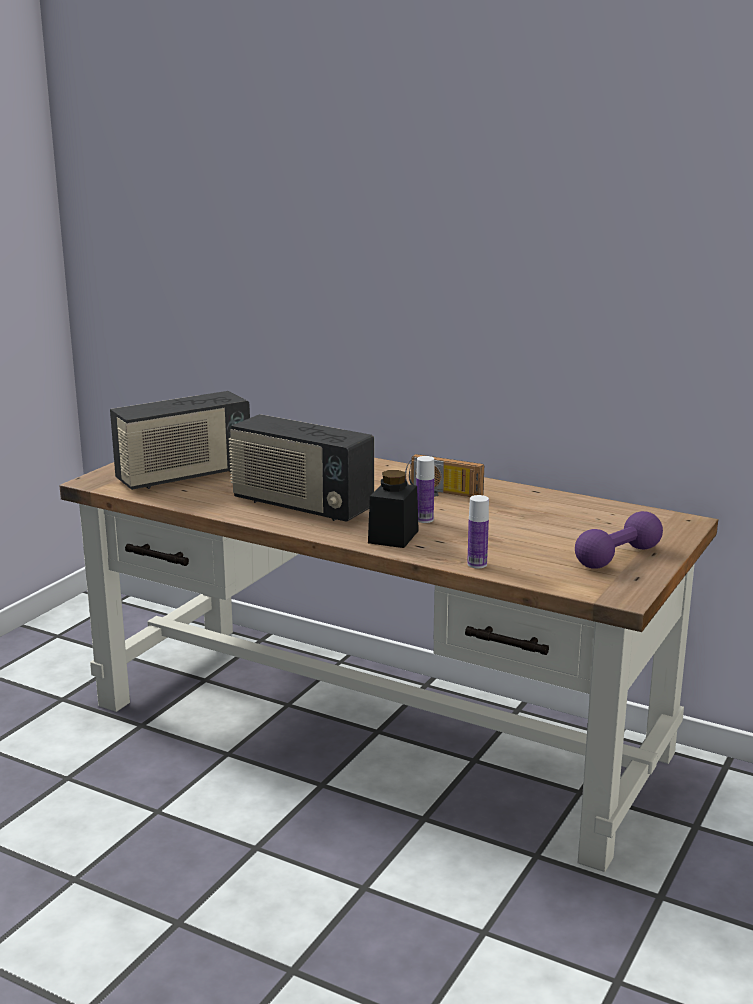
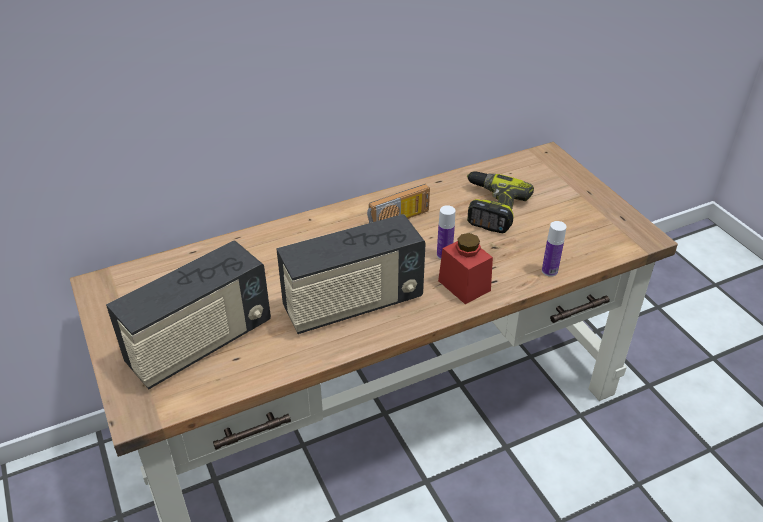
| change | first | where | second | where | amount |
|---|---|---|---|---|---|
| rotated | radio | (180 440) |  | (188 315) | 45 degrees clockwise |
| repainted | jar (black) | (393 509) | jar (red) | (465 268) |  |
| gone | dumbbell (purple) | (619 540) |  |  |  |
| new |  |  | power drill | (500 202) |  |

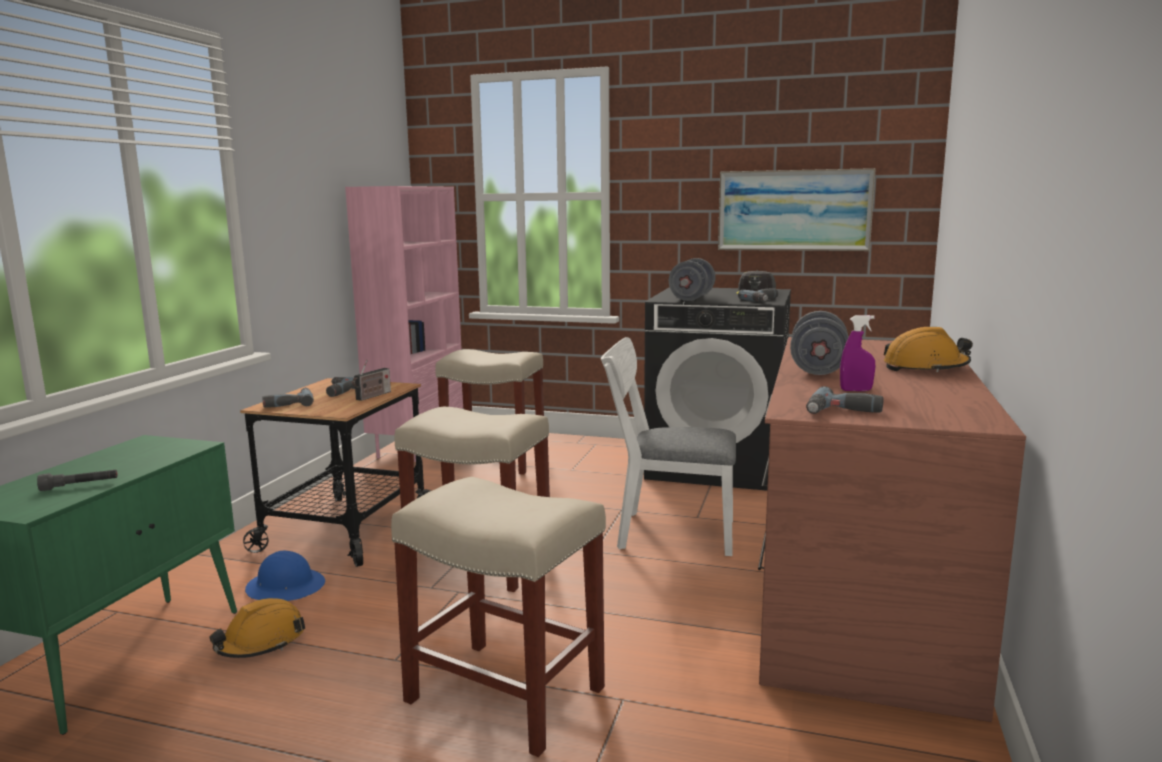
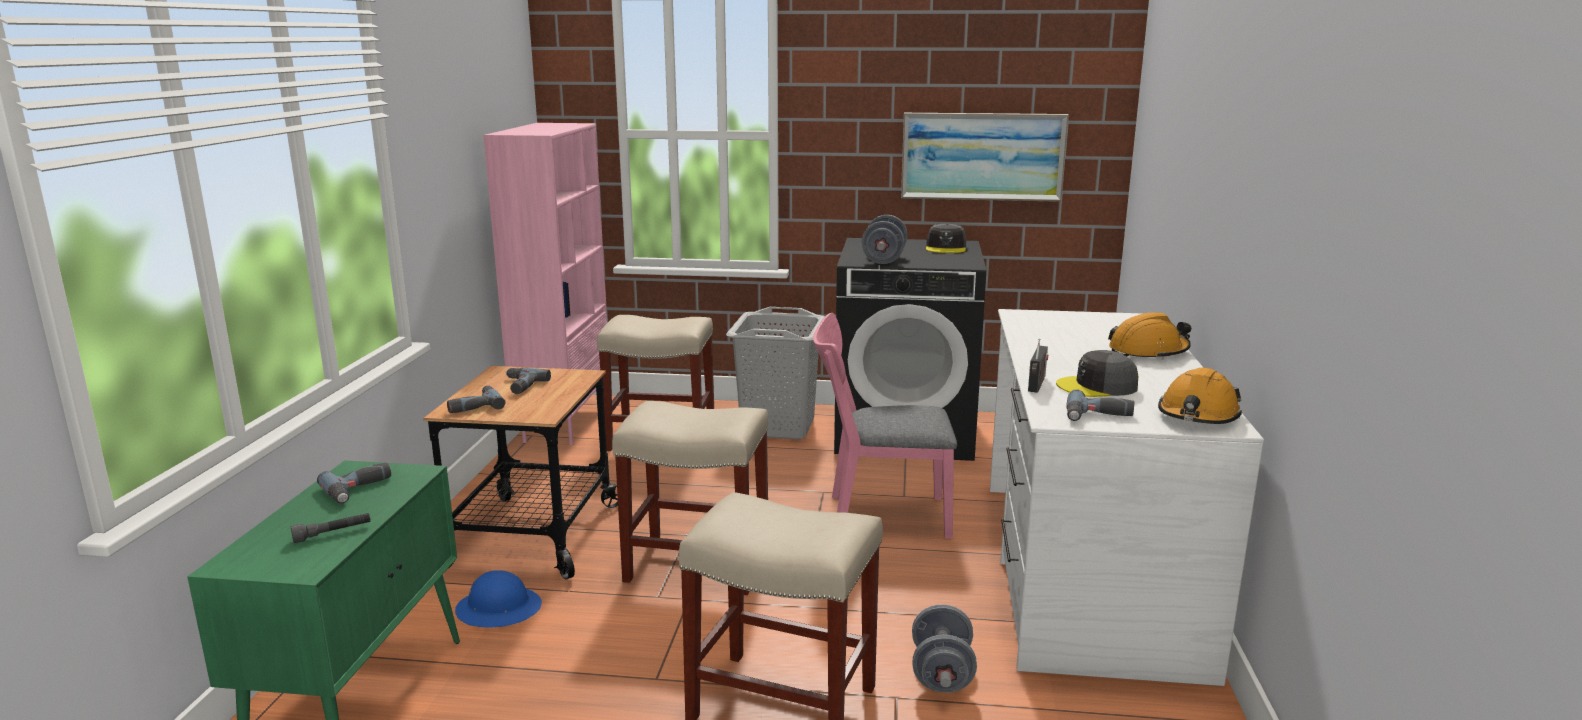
| change | first | where | second | where | amount |
|---|---|---|---|---|---|
| shifted | hard hat (orange) | (257 628) |  | (1200 396) |  |
| shifted | radio | (372 380) |  | (1038 366) |  |
| repainted | chair (white) | (668 446) | chair (pink) | (885 426) |  |
| shifted | power drill | (758 295) |  | (354 483) |  |
| repainted | desk (brown) | (892 529) | desk (white) | (1127 497) |  |
| shifted | dumbbell (grey) | (819 343) |  | (944 648) |  |
| swapped | spray bottle (purple) | (857 353) | cap (grey) | (1097 373) |  |
| new |  |  | laundry basket (grey) | (775 373) |  |

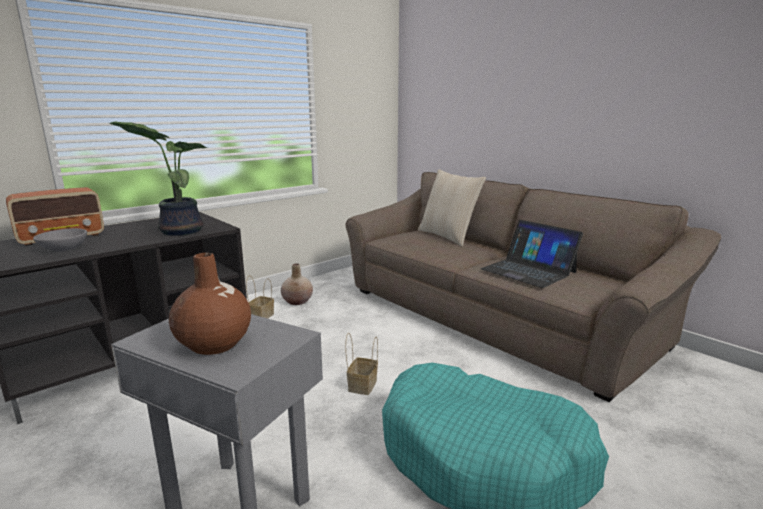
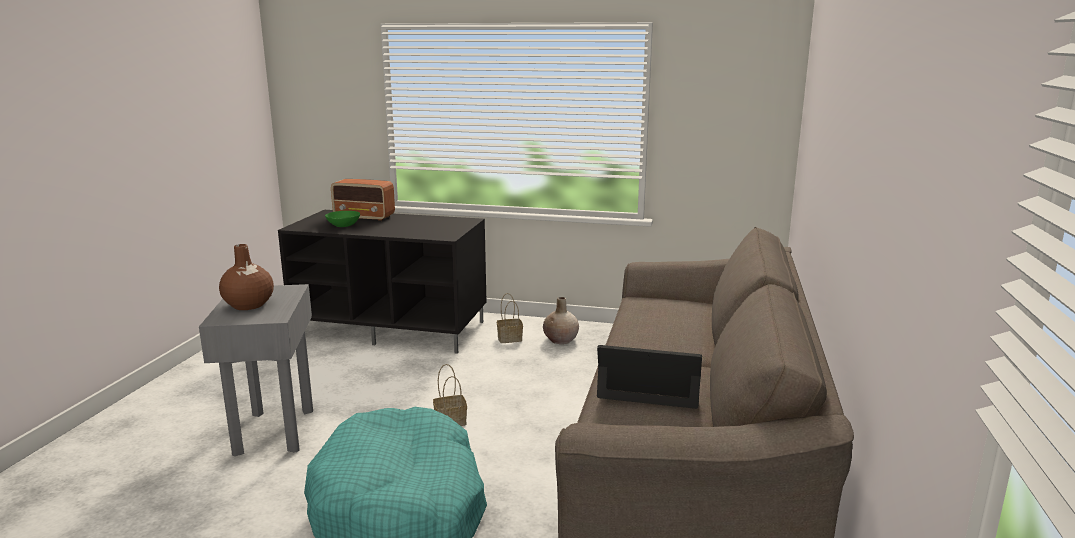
| change | first | where | second | where | amount |
|---|---|---|---|---|---|
| repainted | bowl (grey) | (60 240) | bowl (green) | (342 219) |  |
| gone | potted plant | (158 178) |  |  |  |
| gone | pillow (beige) | (452 208) |  |  |  |
| rotated | laptop | (532 254) |  | (649 377) | 90 degrees clockwise |

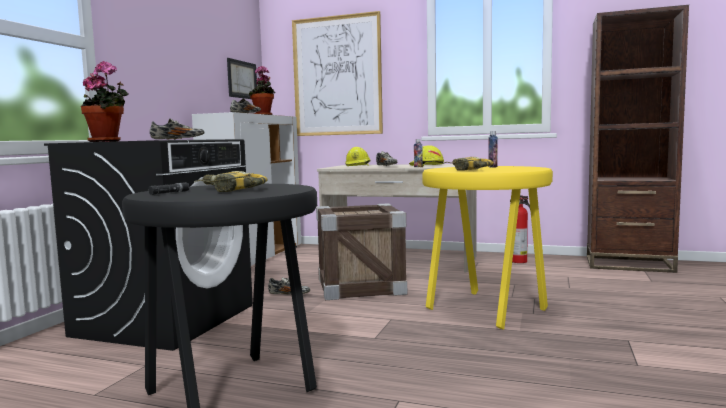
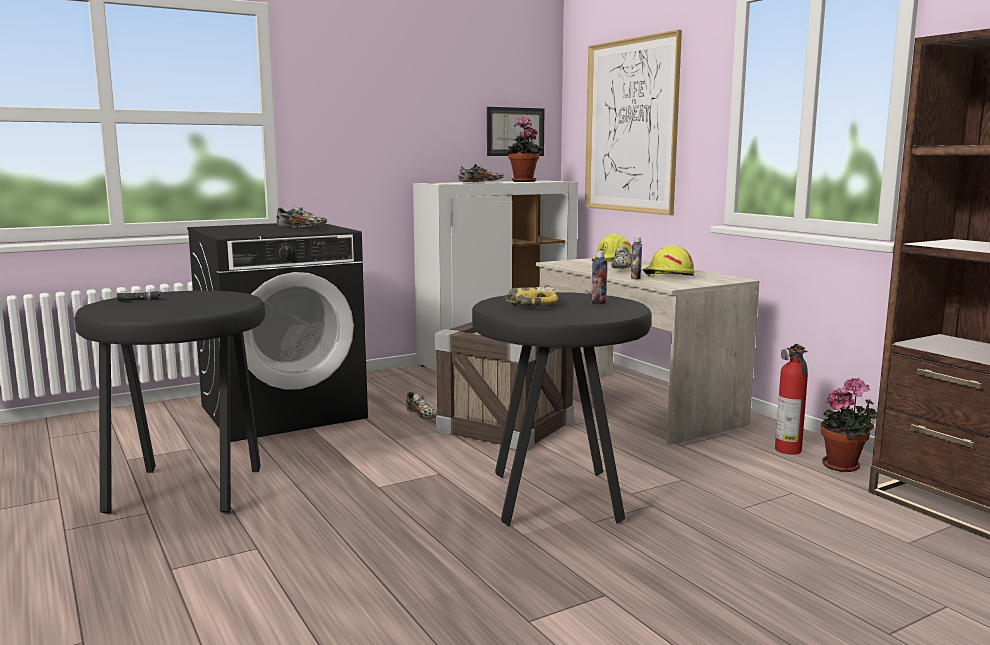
| change | first | where | second | where | amount |
|---|---|---|---|---|---|
| shifted | potted plant | (104 101) |  | (849 425) |  |
| gone | power drill | (231 181) |  |  |  |
| repainted | stool (yellow) | (487 248) | stool (black) | (562 409) |  |

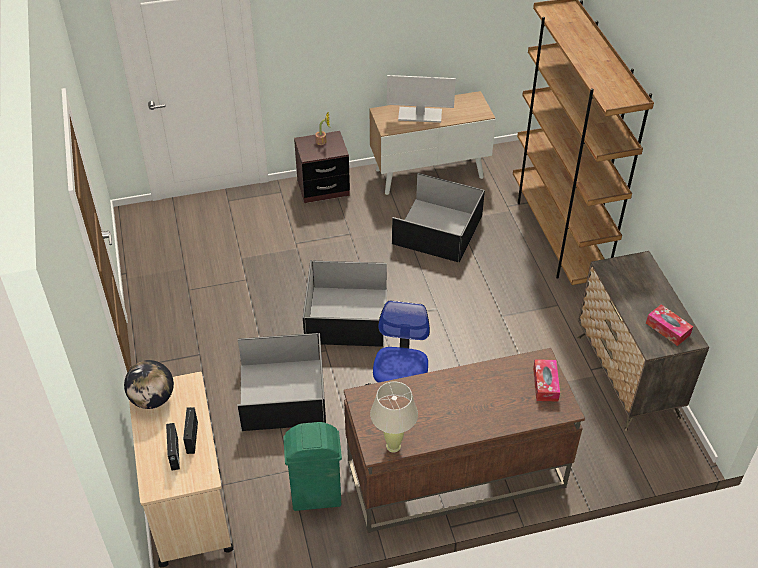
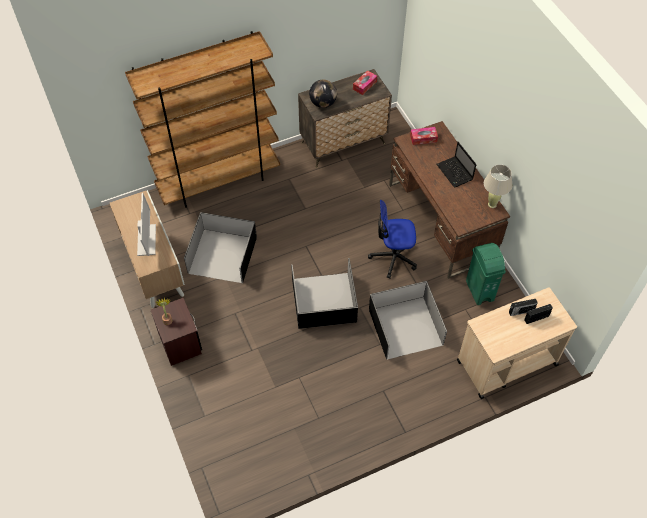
| change | first | where | second | where | amount |
|---|---|---|---|---|---|
| shifted | globe | (149 384) |  | (323 94) |  |
| new |  |  | laptop | (456 165) |  |

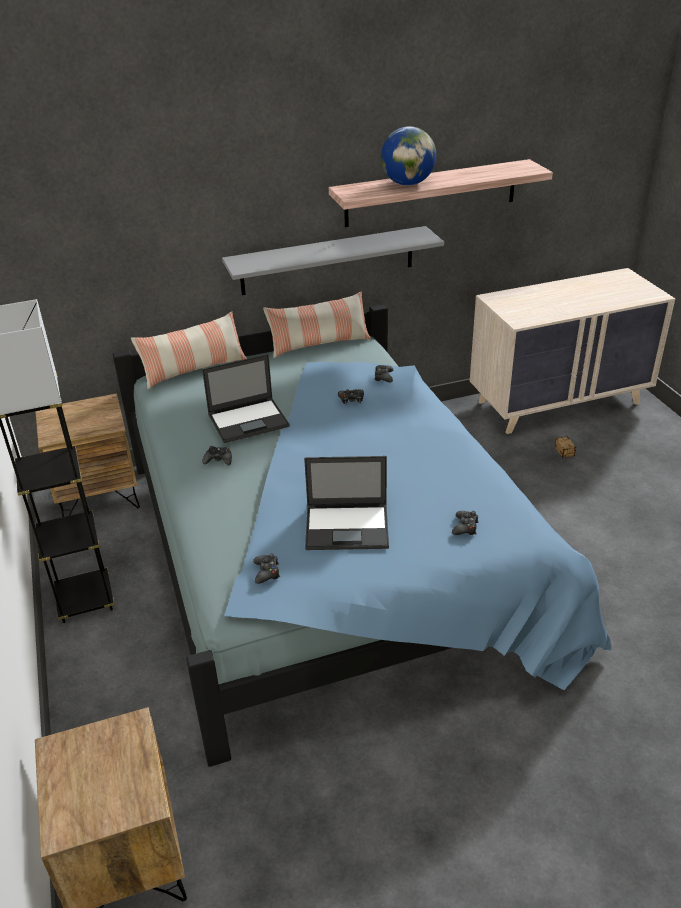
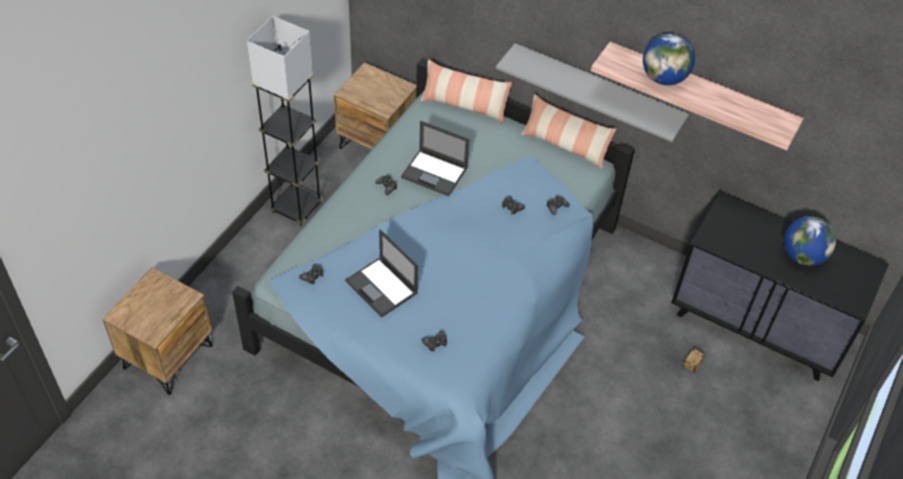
| change | first | where | second | where | amount |
|---|---|---|---|---|---|
| repainted | dresser (beige) | (572 351) | dresser (black) | (780 286) |  |
| new |  |  | globe | (810 241) |  |

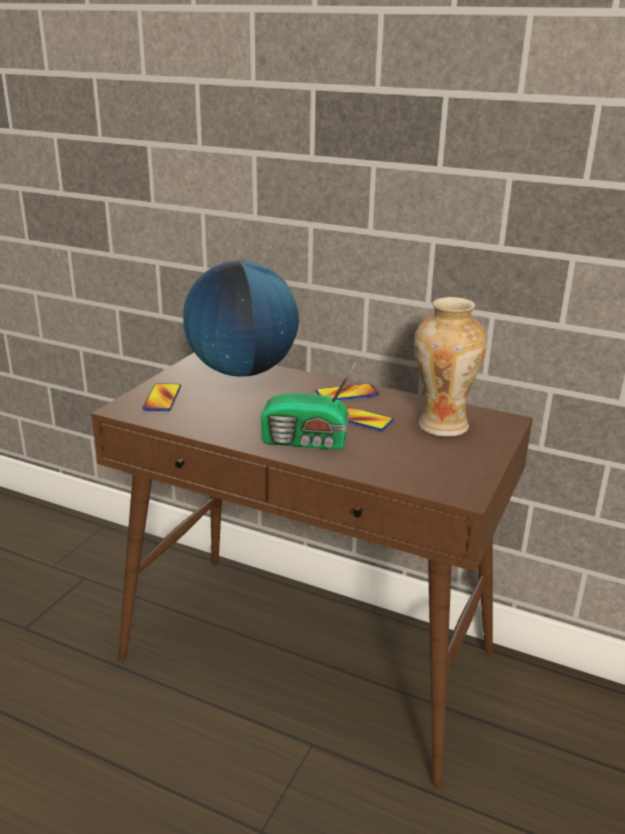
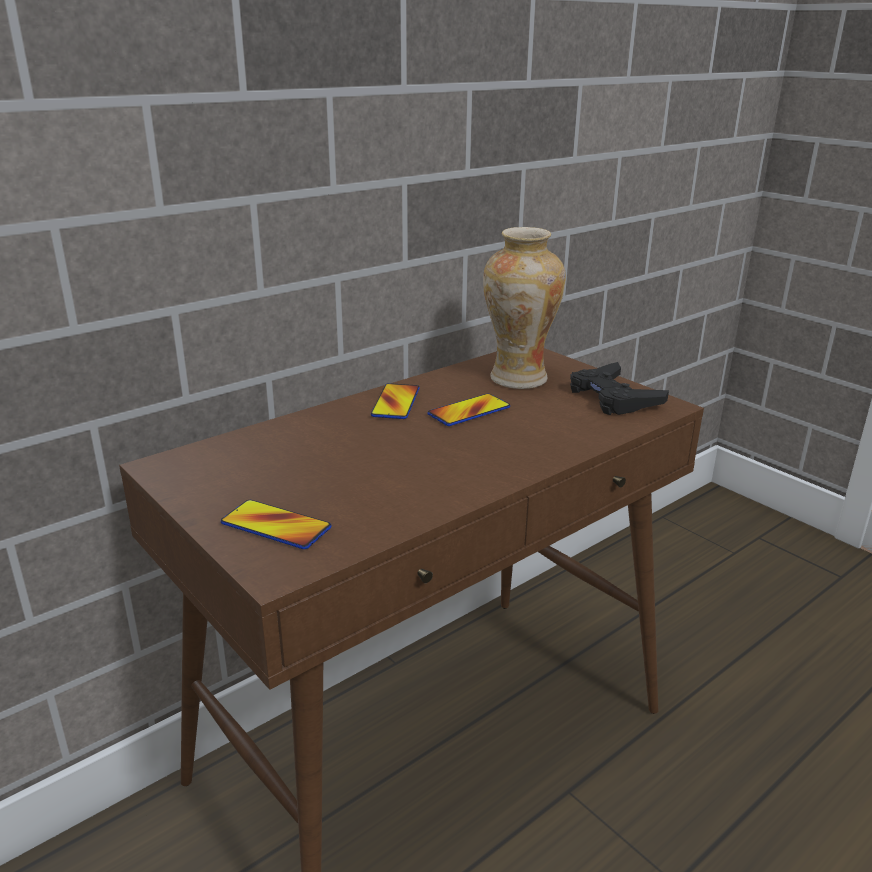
| change | first | where | second | where | amount |
|---|---|---|---|---|---|
| gone | globe | (241 318) |  |  |  |
| gone | radio | (309 405) |  |  |  |
| new |  |  | game controller (black) | (619 388) |  |

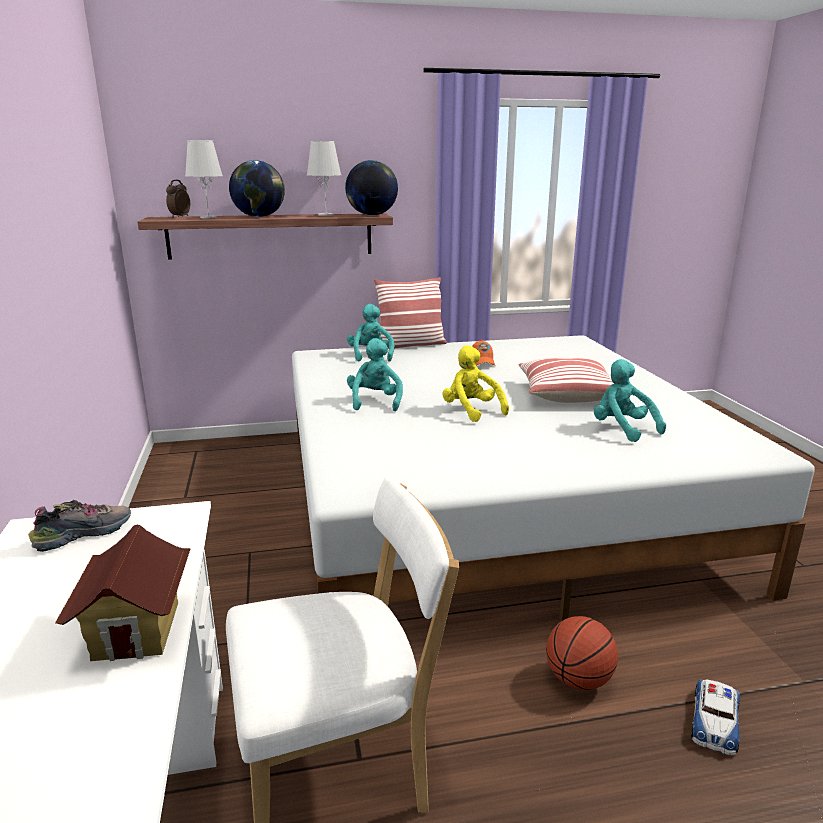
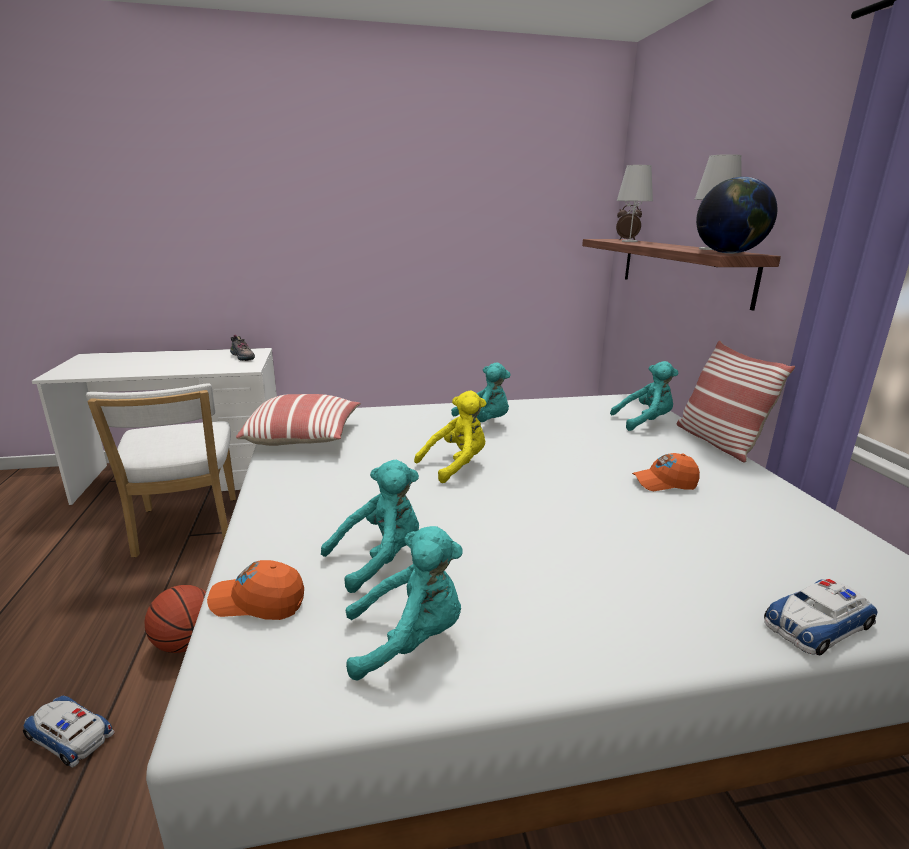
| change | first | where | second | where | amount |
|---|---|---|---|---|---|
| gone | toy house | (123 593) |  |  |  |
| gone | globe | (257 188) |  |  |  |
| shifted | pillow | (566 380) |  | (298 420) |  |
| new |  |  | cap (orange) | (255 590) |  |
| new |  |  | plush toy (turquoise) | (403 603) |  |
| new |  |  | toy car | (821 616) |  |

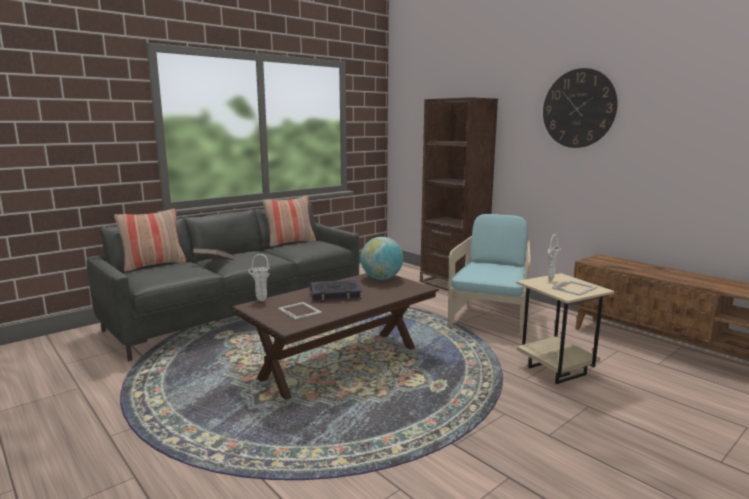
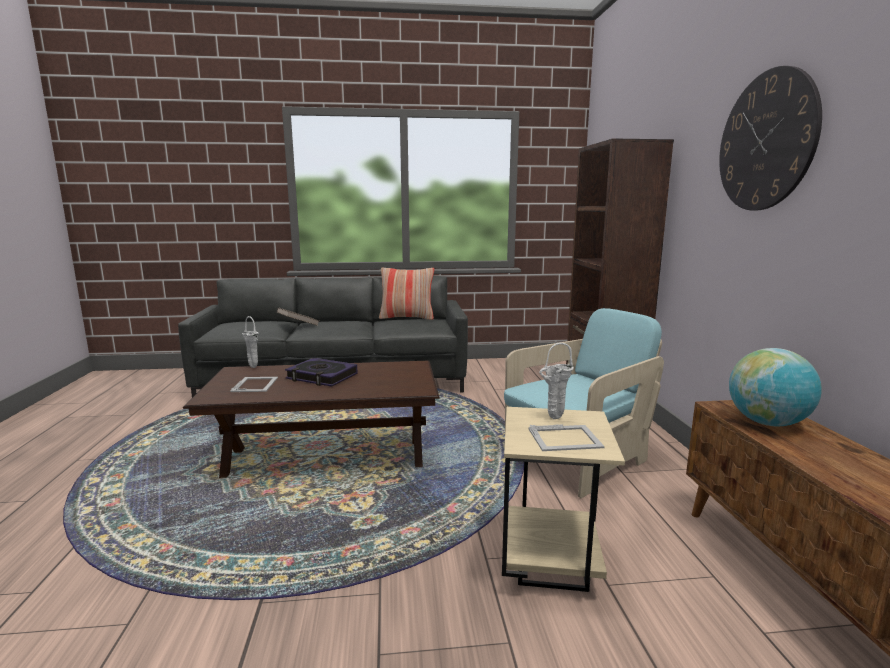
| change | first | where | second | where | amount |
|---|---|---|---|---|---|
| gone | pillow | (150 240) |  |  |  |
| shifted | globe | (381 258) |  | (775 387) |  |

